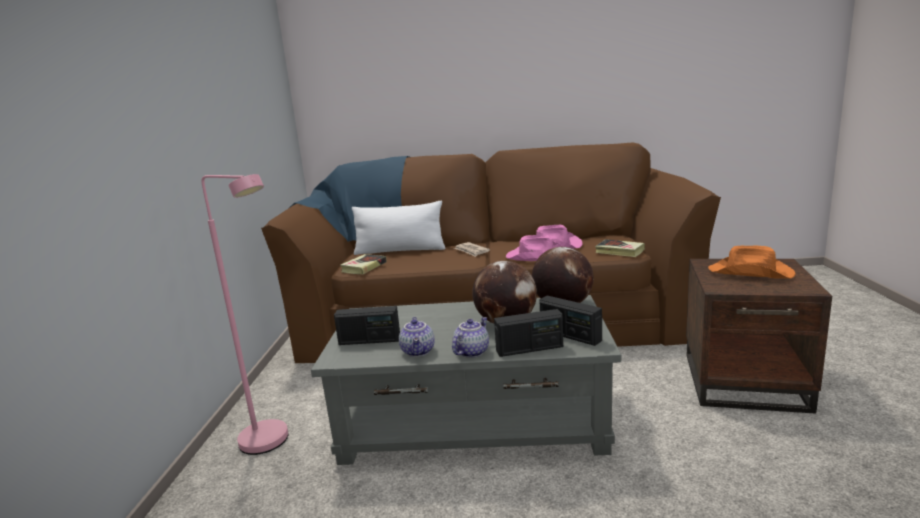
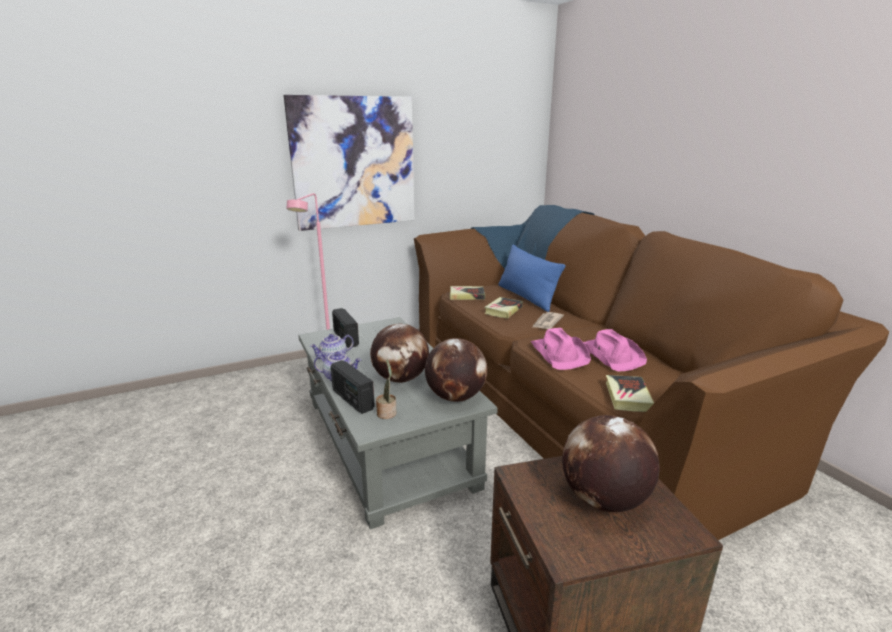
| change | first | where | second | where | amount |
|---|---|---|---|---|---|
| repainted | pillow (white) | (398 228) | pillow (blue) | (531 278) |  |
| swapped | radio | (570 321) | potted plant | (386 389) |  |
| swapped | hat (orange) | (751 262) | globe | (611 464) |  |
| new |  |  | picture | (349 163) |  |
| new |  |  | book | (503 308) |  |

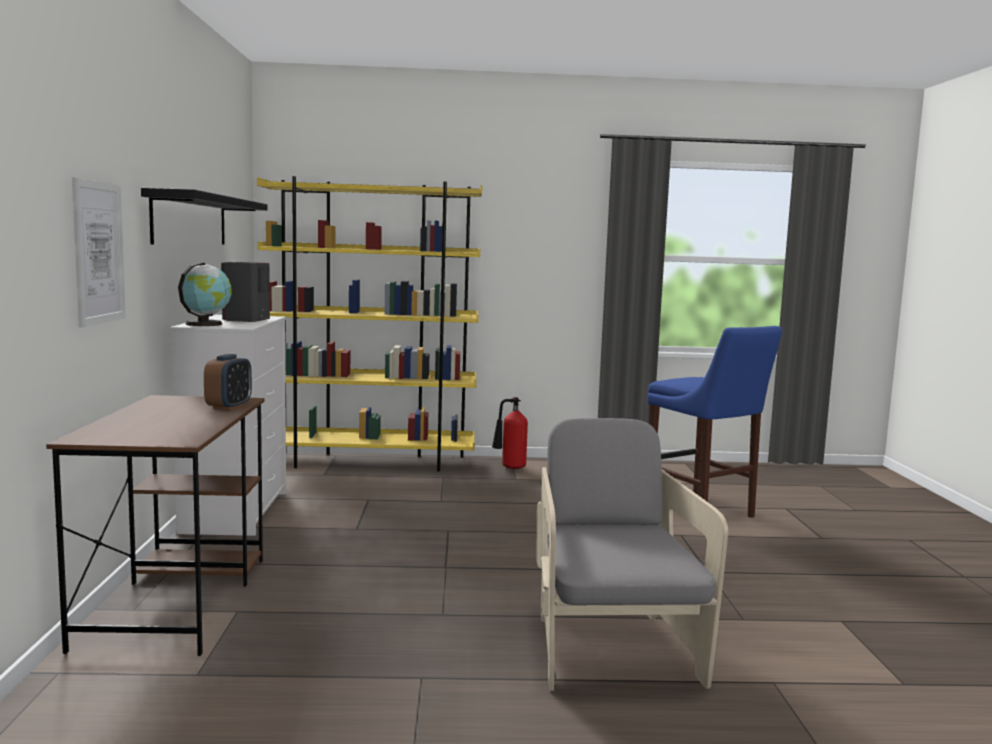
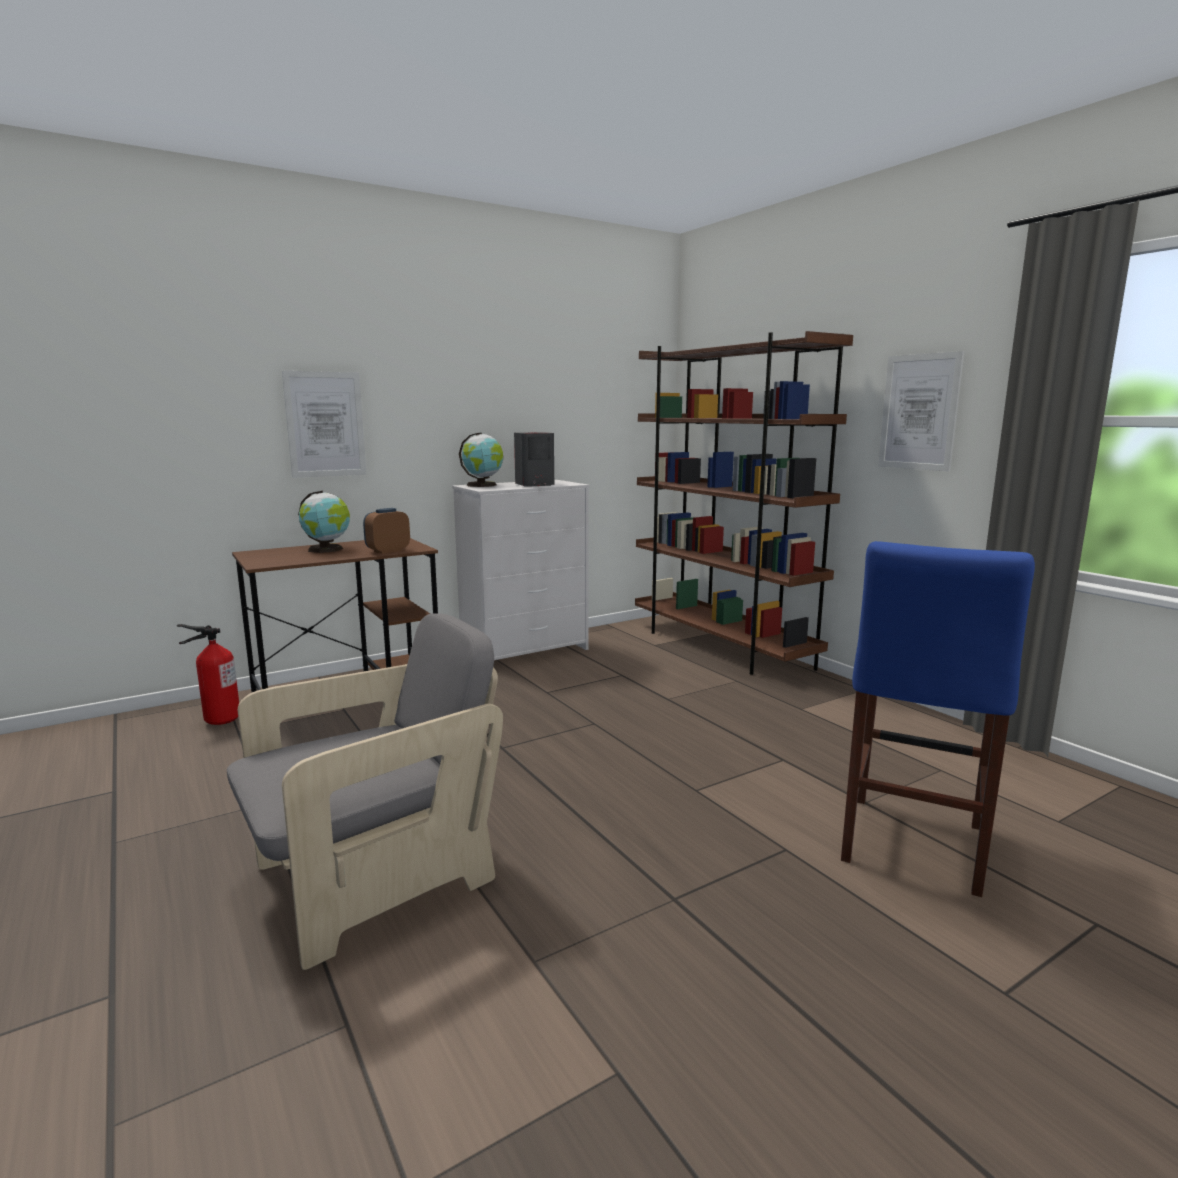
| change | first | where | second | where | amount |
|---|---|---|---|---|---|
| gone | shelf (black) | (204 216) |  |  |  |
| rotated | alarm clock | (228 382) |  | (386 531) | 150 degrees clockwise |
| repainted | bookcase (yellow) | (369 324) | bookcase (brown) | (744 503) |  |
| shifted | fire extinguisher | (510 433) |  | (208 674) |  |
| new |  |  | globe | (324 522) |  |
| new |  |  | picture | (921 411) |  |

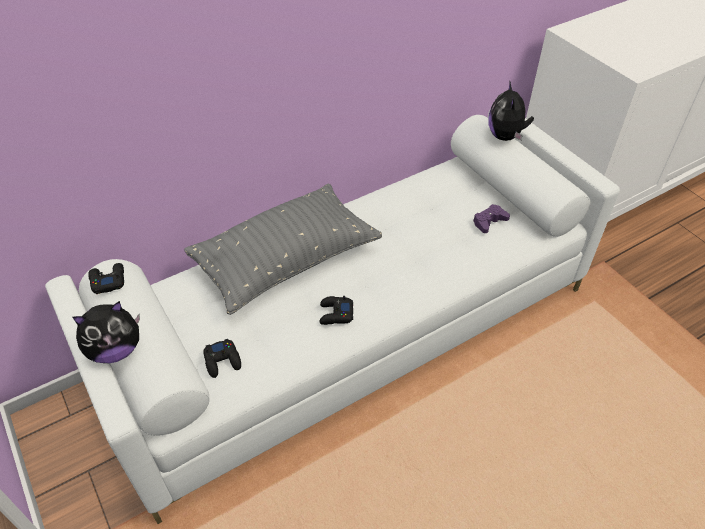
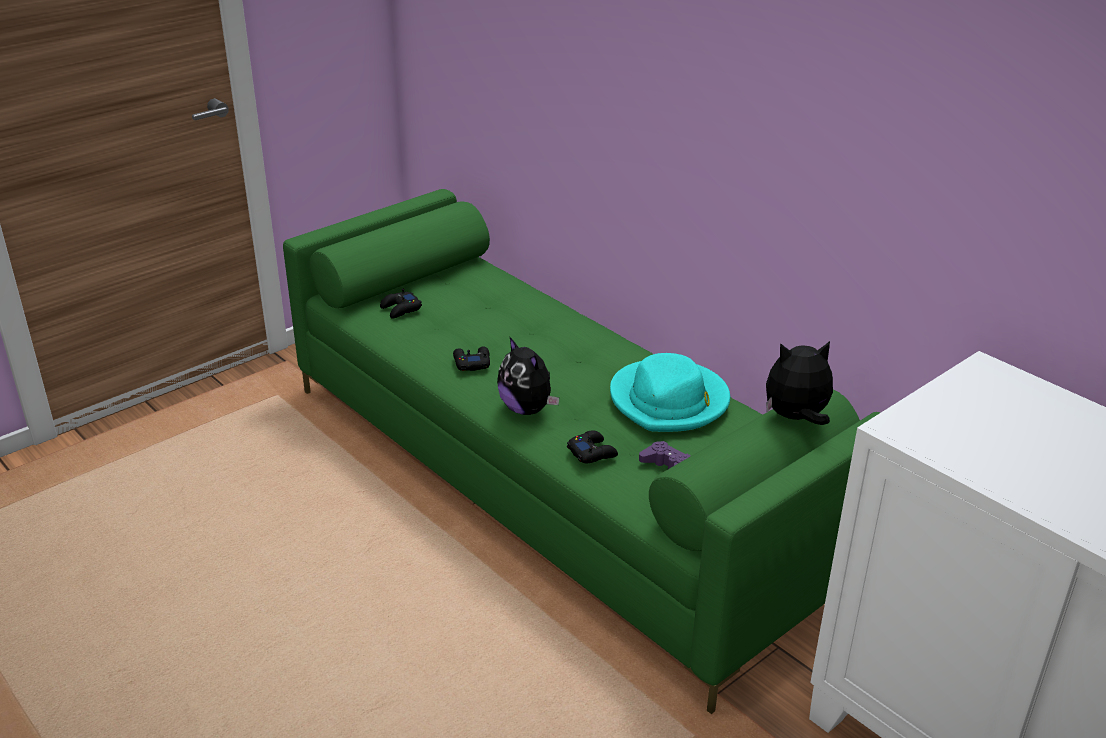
| change | first | where | second | where | amount |
|---|---|---|---|---|---|
| repainted | sofa (white) | (332 316) | sofa (green) | (582 451) |  |
| shifted | plush toy | (106 332) |  | (528 375) |  |
| shifted | game controller (black) | (106 278) |  | (592 447) |  |
| gone | pillow (grey) | (283 249) |  |  |  |
| new |  |  | hat (turquoise) | (670 392) |  |

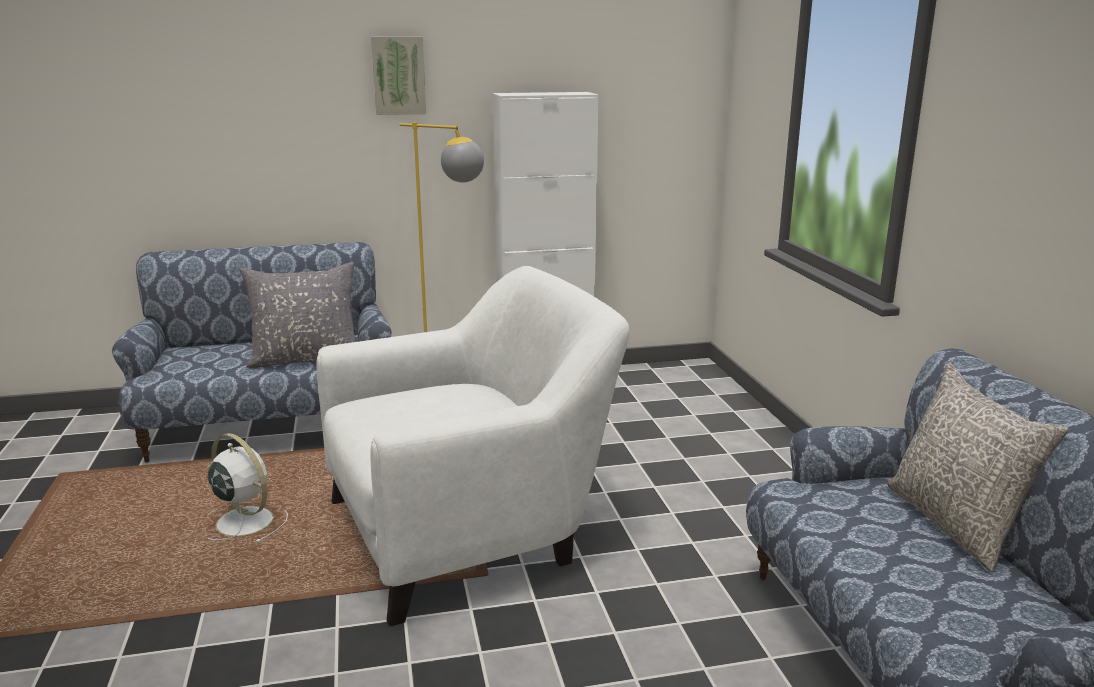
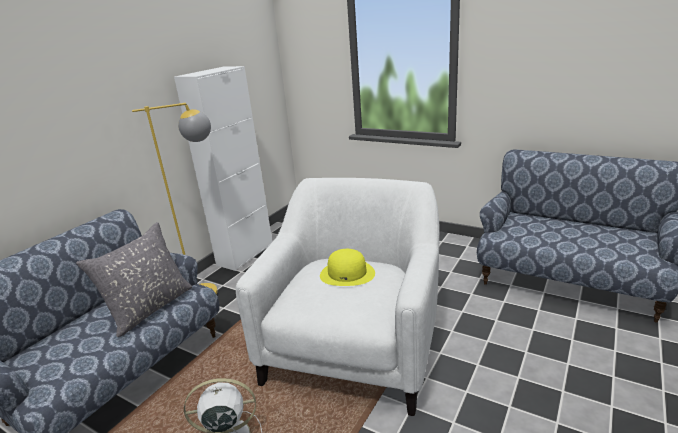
| change | first | where | second | where | amount |
|---|---|---|---|---|---|
| gone | picture | (398 76) |  |  |  |
| gone | pillow (grey) | (978 468) |  |  |  |
| new |  |  | hat (yellow) | (347 267) |  |

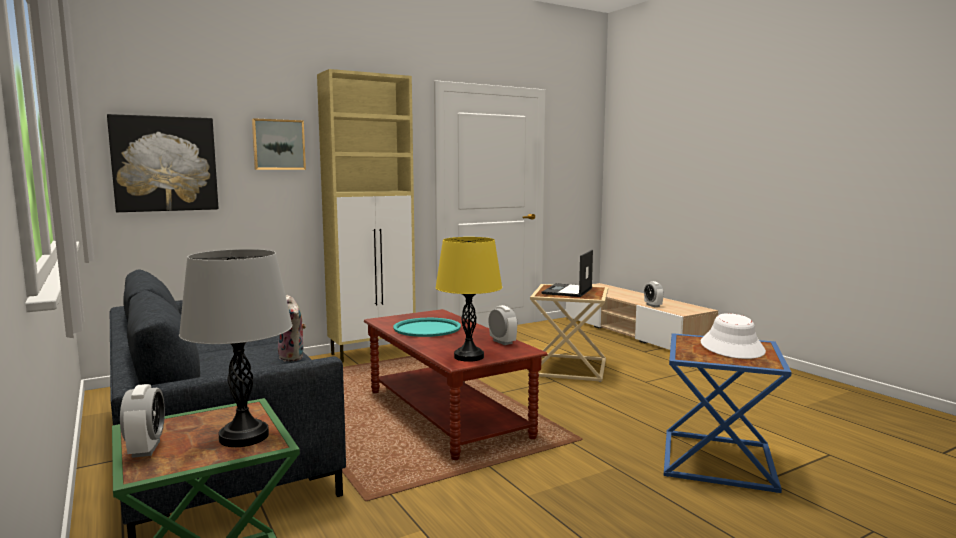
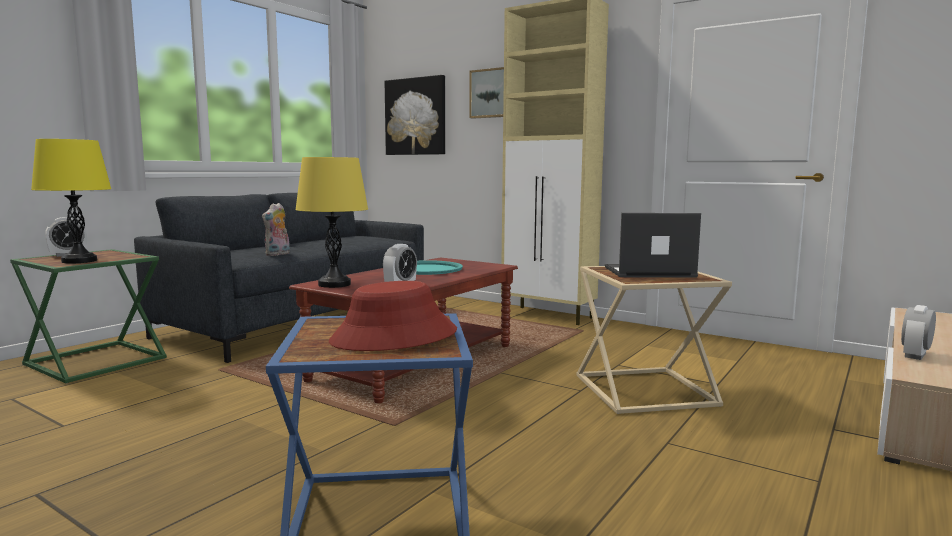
| change | first | where | second | where | amount |
|---|---|---|---|---|---|
| repainted | table lamp (grey) | (235 348) | table lamp (yellow) | (71 201) |  |
| repainted | hat (white) | (733 336) | hat (red) | (393 316) |  |

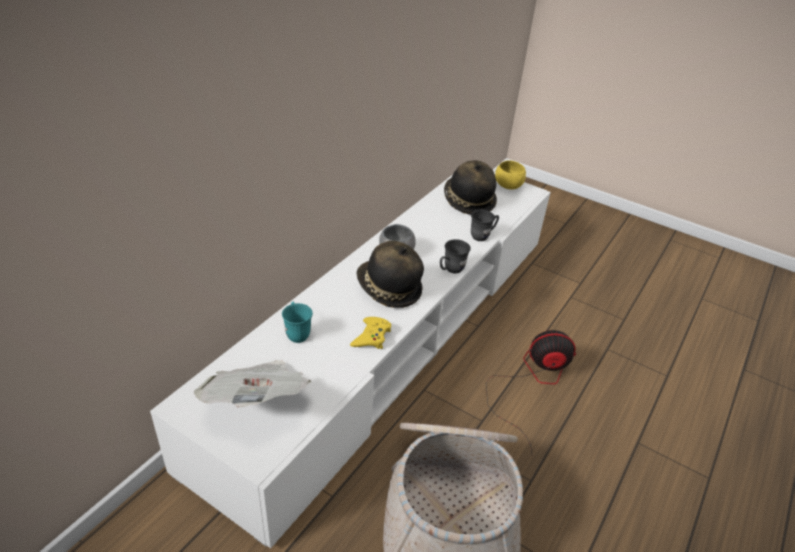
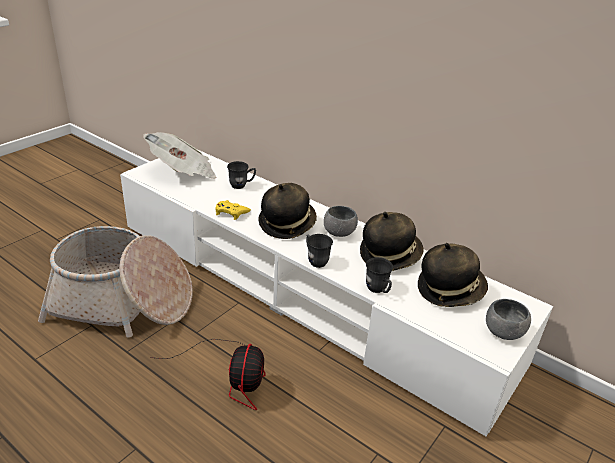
| change | first | where | second | where | amount |
|---|---|---|---|---|---|
| repainted | mug (turquoise) | (297 322) | mug (grey) | (241 175) |  |
| repainted | bowl (yellow) | (510 175) | bowl (grey) | (508 319) |  |
| new |  |  | hat | (392 241) |  |

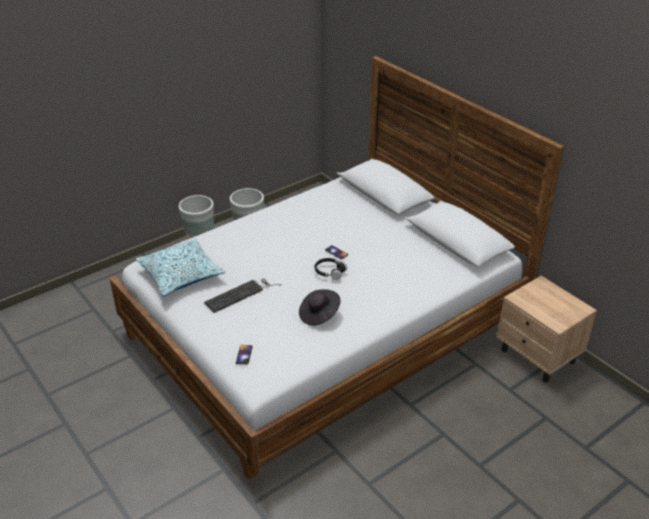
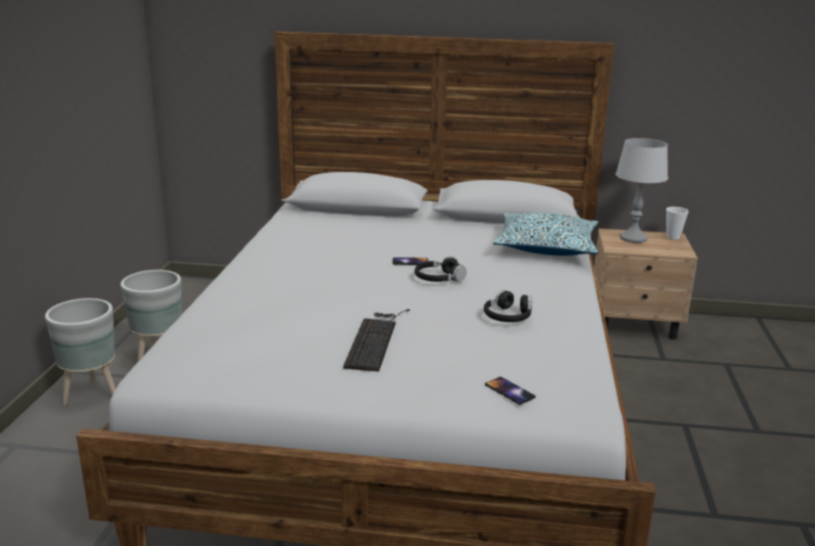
| change | first | where | second | where | amount |
|---|---|---|---|---|---|
| shifted | pillow | (180 267) |  | (545 234) |  |
| swapped | hat (black) | (320 307) | headphones (black) | (508 306) |  |
| new |  |  | table lamp (grey) | (642 190) |  |
| new |  |  | cup | (677 223) |  |

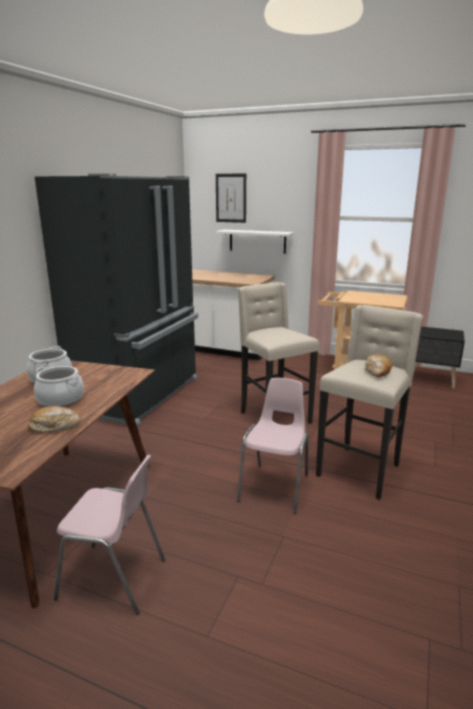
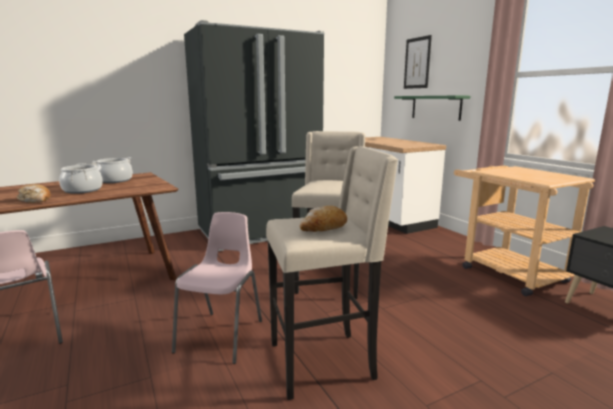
| change | first | where | second | where | amount |
|---|---|---|---|---|---|
| repainted | shelf (white) | (255 242) | shelf (green) | (432 108) |  |
| rotated | chair (pink) | (273 446) |  | (217 288) | 45 degrees counterclockwise |

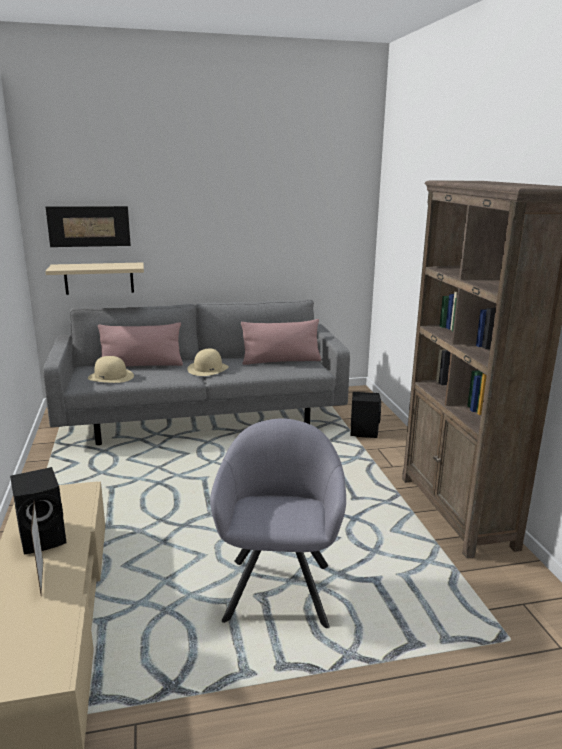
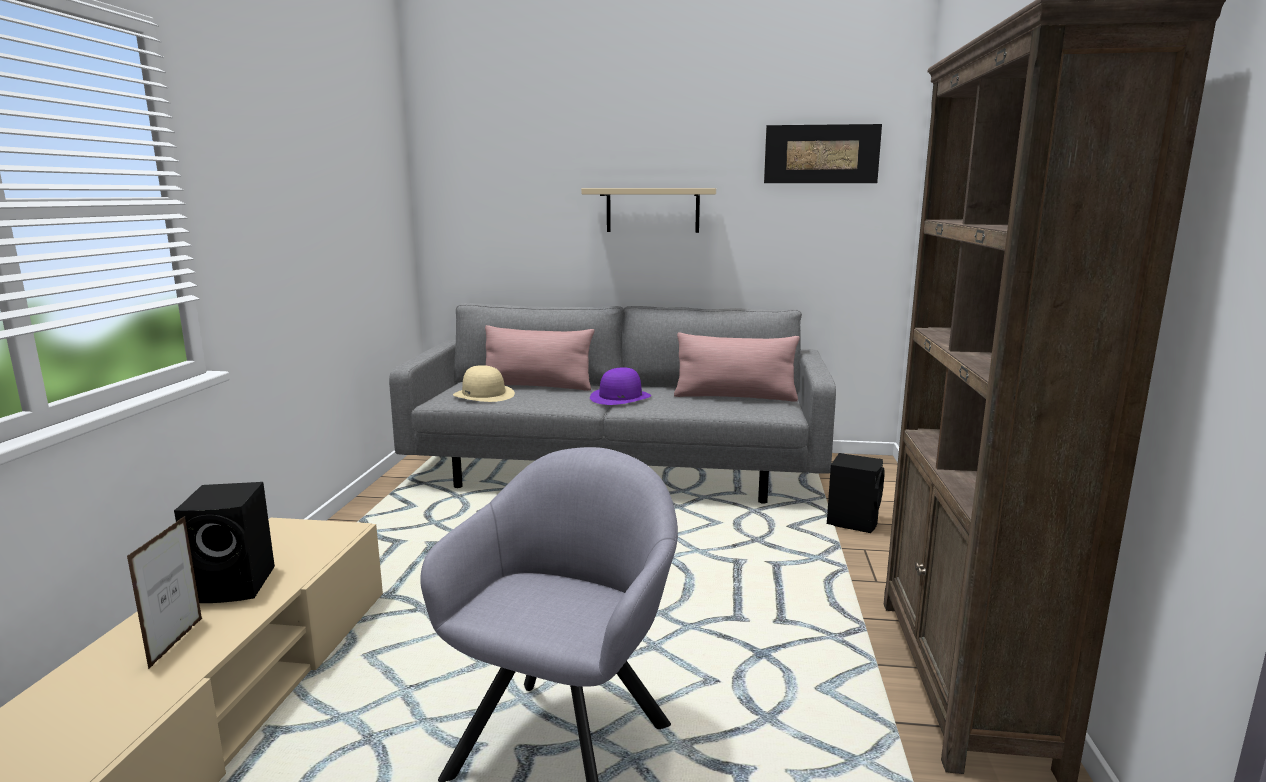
| change | first | where | second | where | amount |
|---|---|---|---|---|---|
| shifted | shelf (beige) | (94 278) |  | (648 210) |  |
| shifted | picture | (88 226) |  | (823 153) |  |
| repainted | hat (beige) | (208 362) | hat (purple) | (620 386) |  |

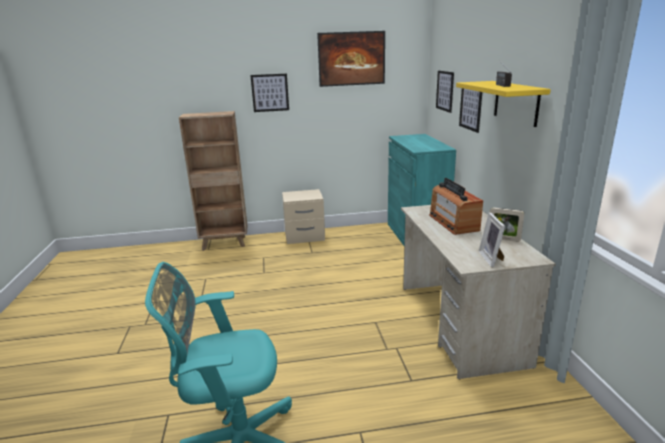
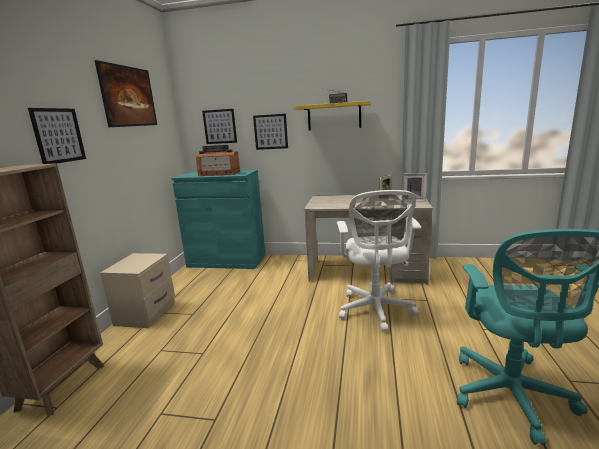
| change | first | where | second | where | amount |
|---|---|---|---|---|---|
| shifted | radio | (456 206) |  | (218 160) |  |
| new |  |  | office chair (white) | (379 261) |  |

